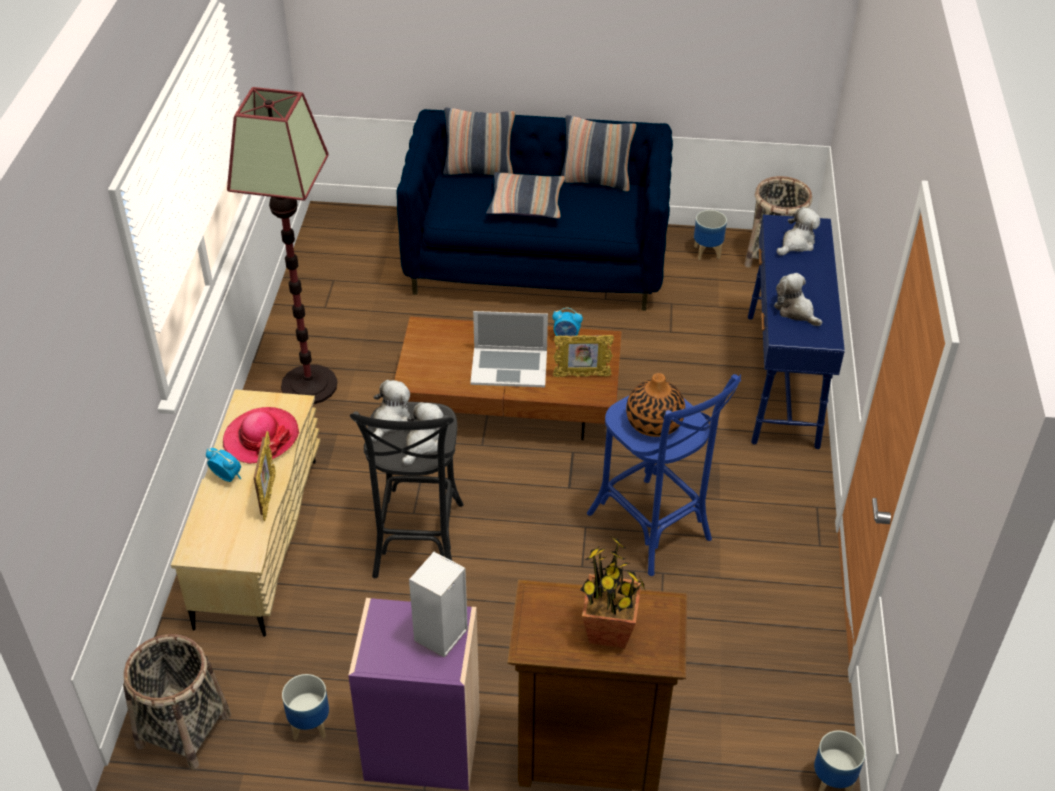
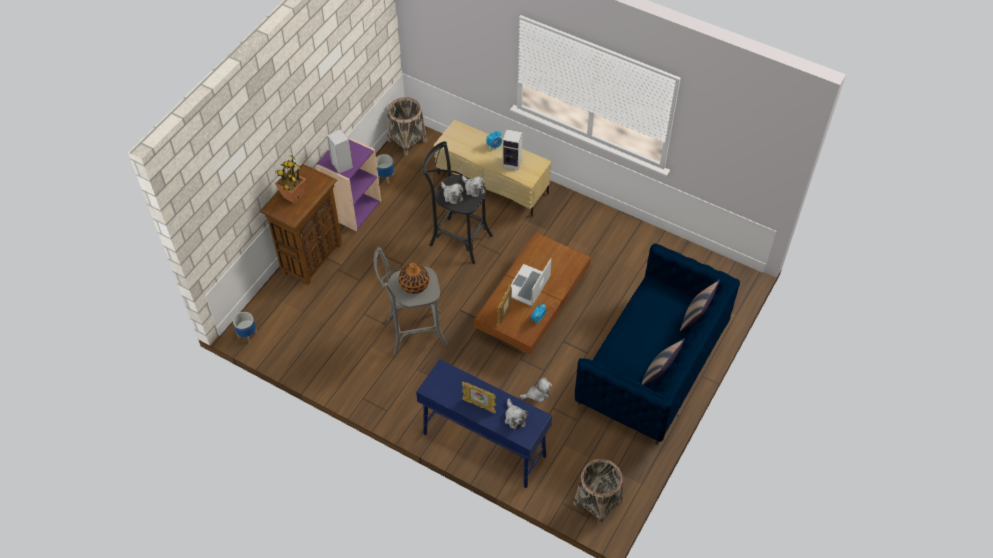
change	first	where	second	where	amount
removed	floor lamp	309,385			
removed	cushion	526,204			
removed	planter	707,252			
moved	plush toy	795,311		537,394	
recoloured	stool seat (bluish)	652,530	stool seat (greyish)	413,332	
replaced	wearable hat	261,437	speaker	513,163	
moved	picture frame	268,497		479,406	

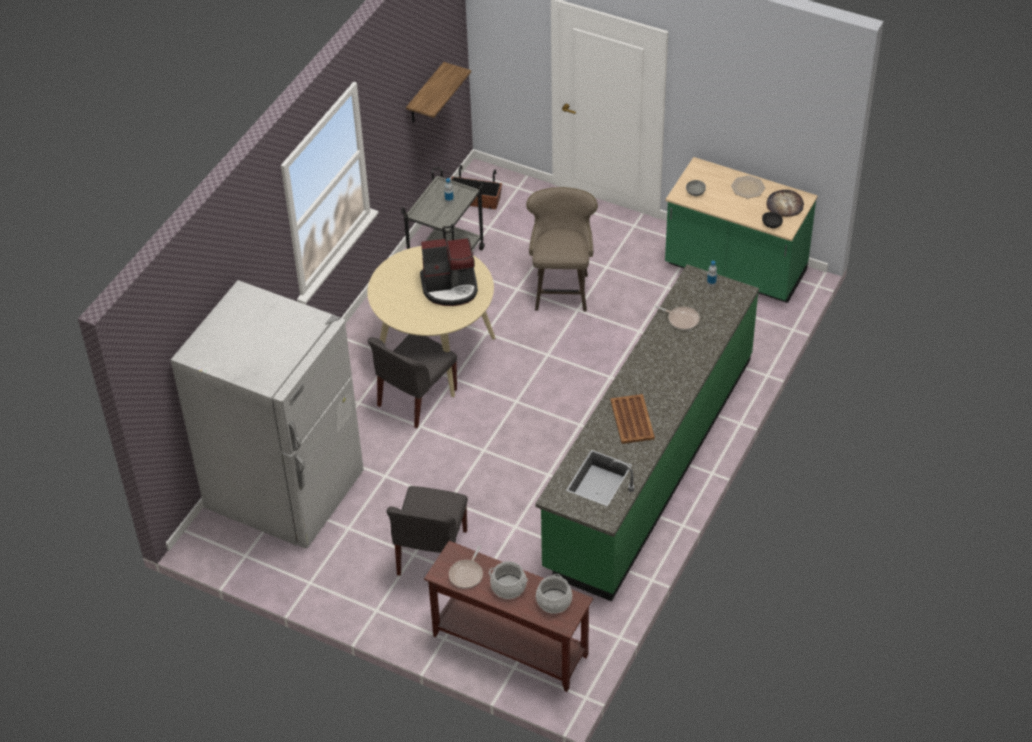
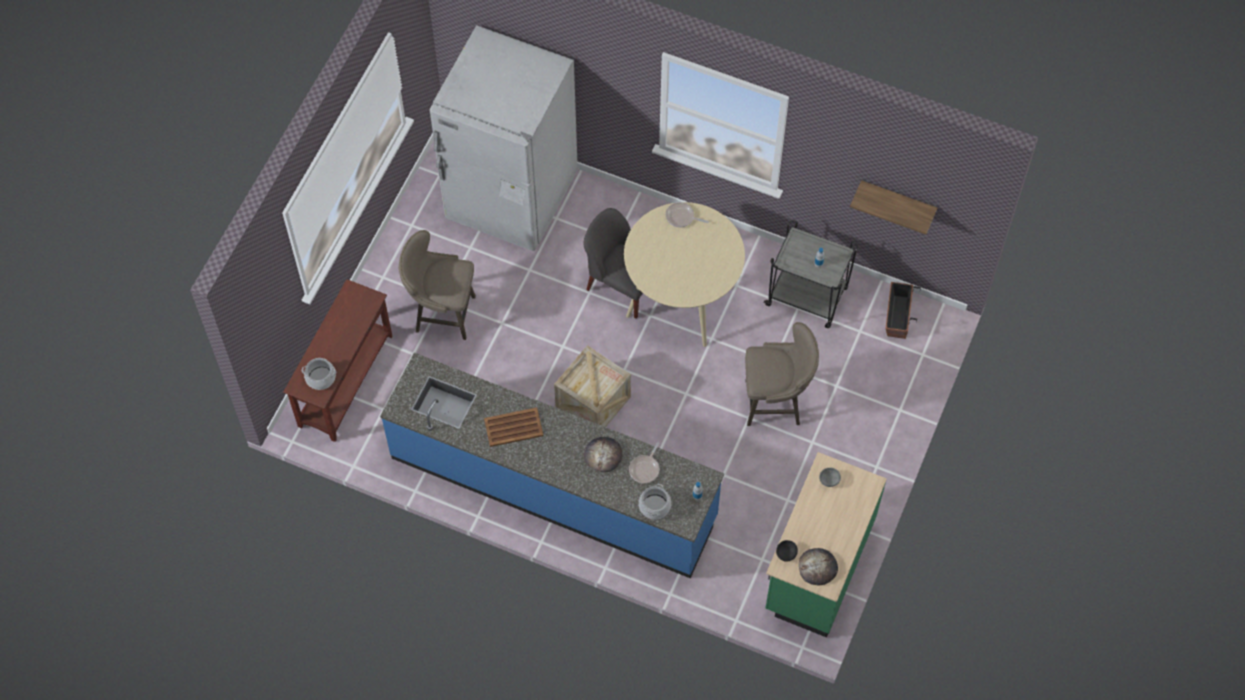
change	first	where	second	where	amount
removed	plate	748,188			
removed	coffee maker	450,287			
recoloured	kitchen counter (green-coloured)	649,461	kitchen counter (bluish)	554,486	
replaced	upright chair (greyish)	431,554	stool seat (beige)	442,313	
moved	pan	467,574		681,217	
moved	stockpot	508,586		655,506	
added			crate	593,402	
added			bread	603,455	

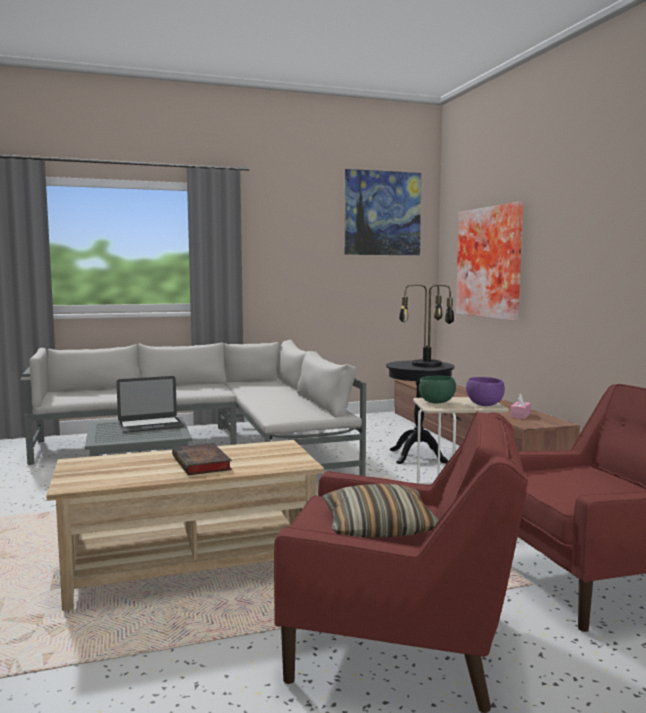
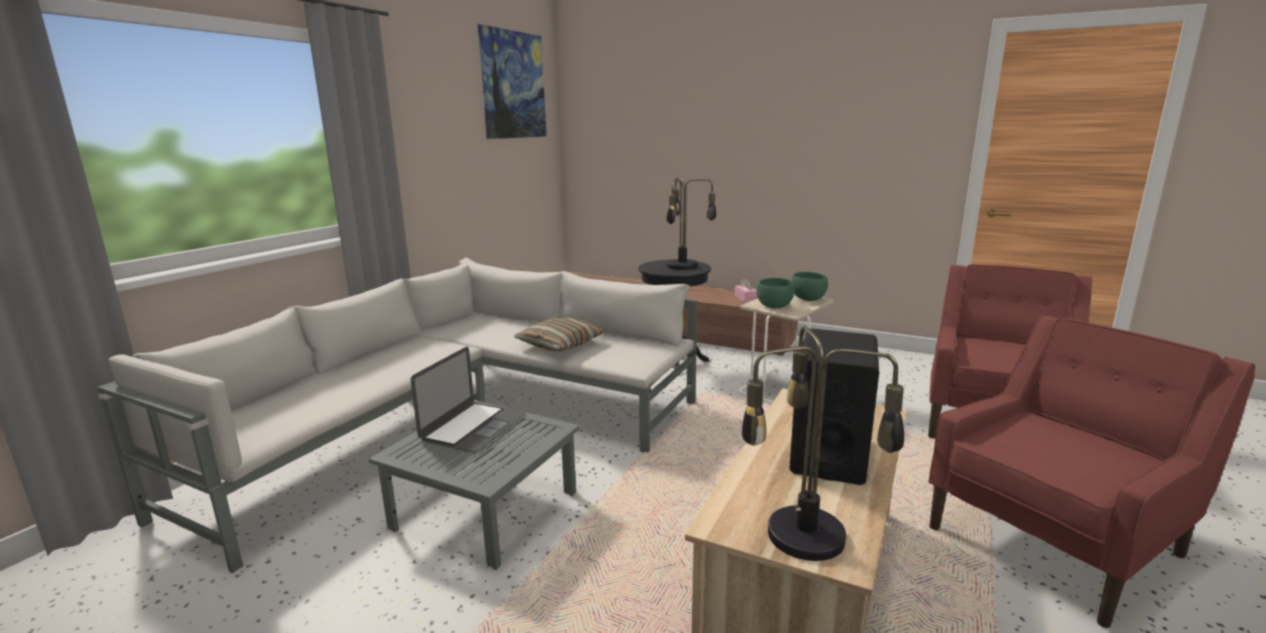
change	first	where	second	where	amount
removed	wall picture	491,262			
recoloured	serving bowl (purplish)	484,405	serving bowl (green-coloured)	808,299	
replaced	bound book	202,464	speaker (blackish)	829,455	
moved	cushion	378,527		560,344	
added			tabletop lamp	806,534	

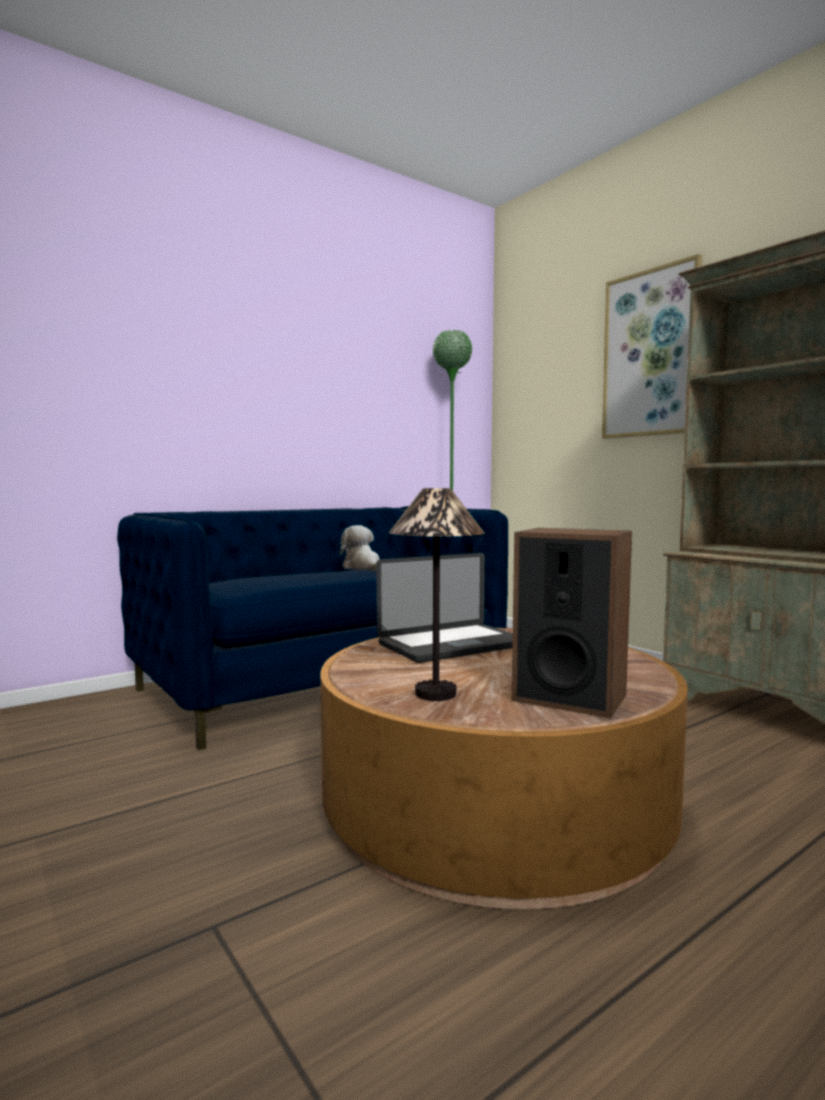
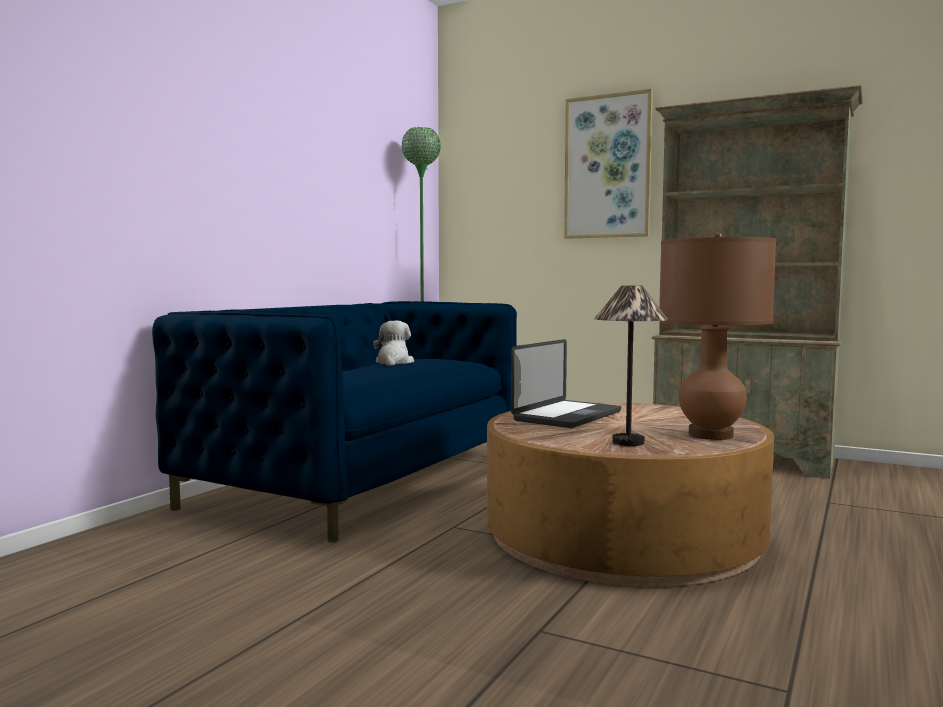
change	first	where	second	where	amount
turned	plush toy	363,568		393,362	60 degrees clockwise
replaced	speaker	569,697	tabletop lamp (brown)	711,435	

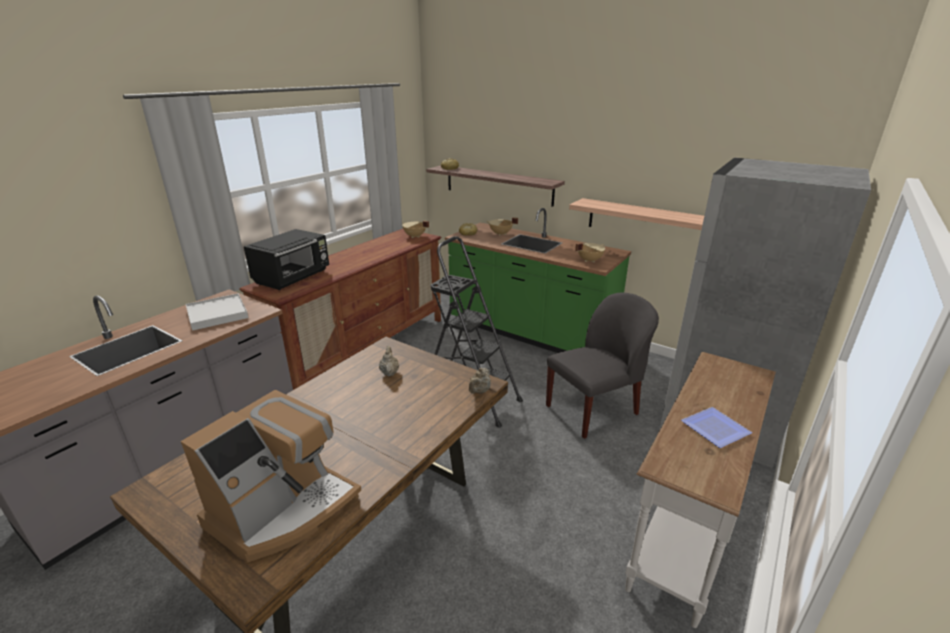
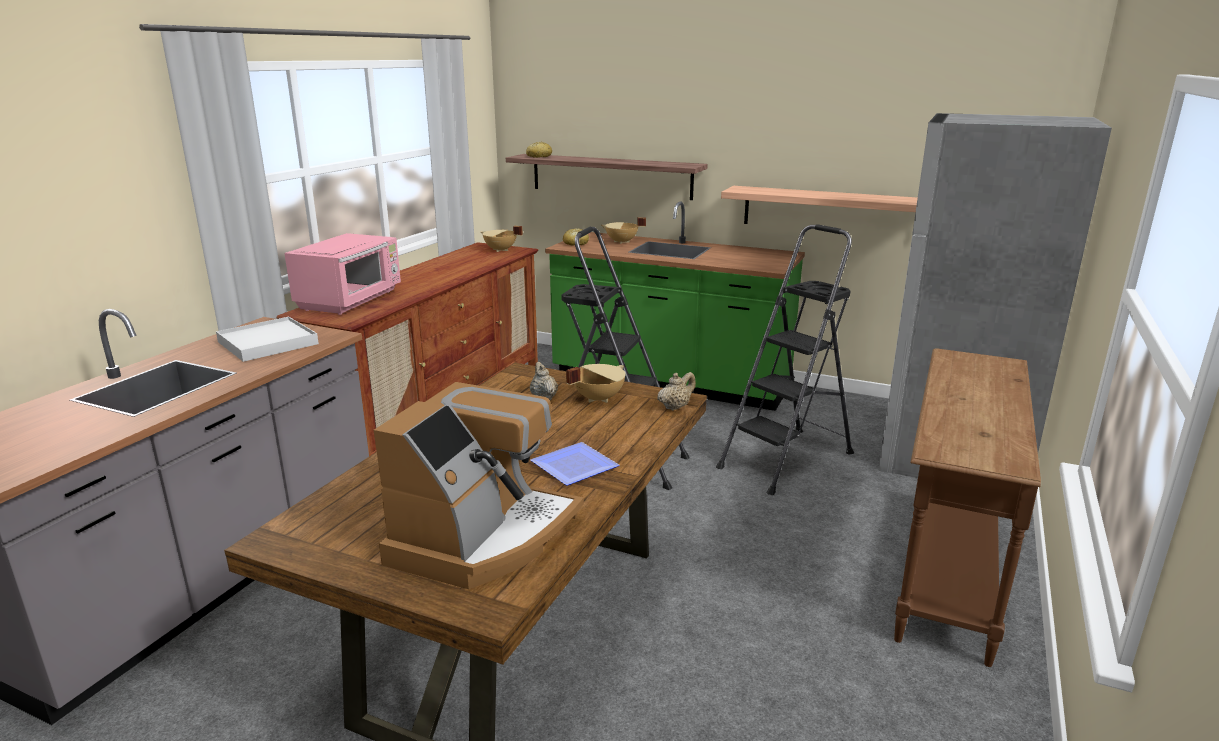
change	first	where	second	where	amount
recoloured	microwave oven (blackish)	293,277	microwave oven (pink-coloured)	351,300	
moved	stockpot (beige)	589,260		597,398	
replaced	upright chair (greyish)	593,409	step stool	787,459	
recoloured	narrow table (whitish)	685,527	narrow table (brown)	945,569	
turned	pot for tea (beige)	479,391		675,407	150 degrees counterclockwise
moved	plate	717,429		577,467	

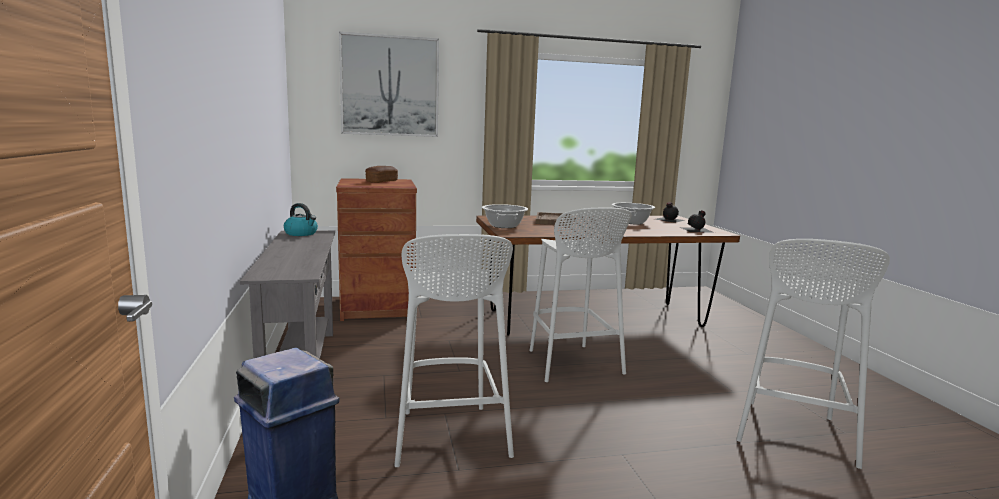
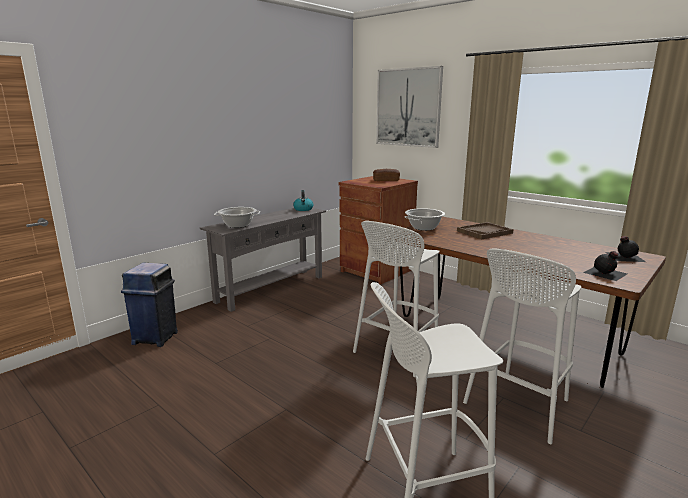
change	first	where	second	where	amount
moved	stockpot	631,222		238,225	
moved	stool seat (whitish)	449,436		519,405	

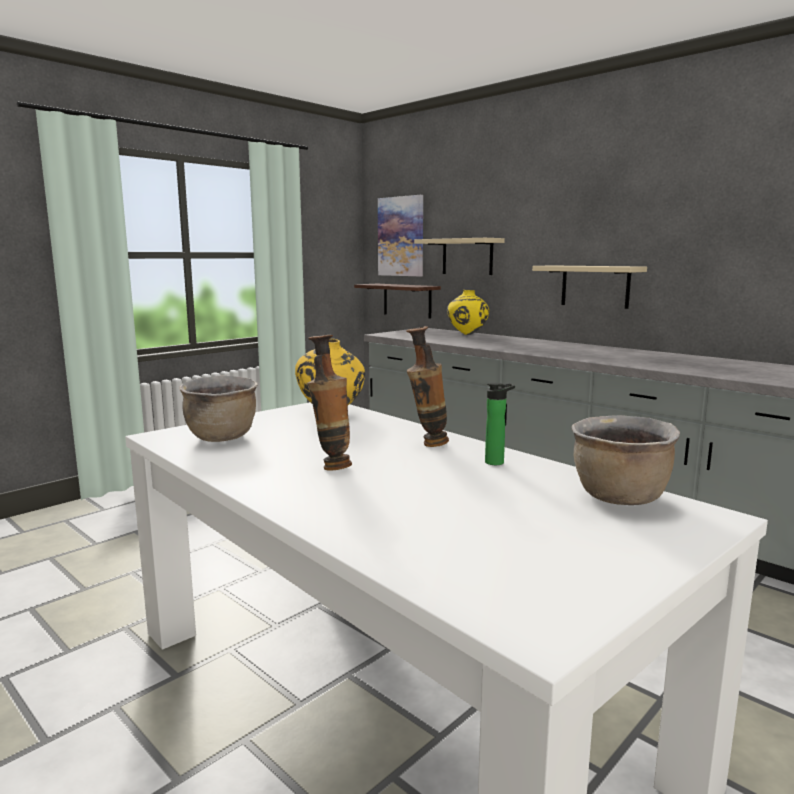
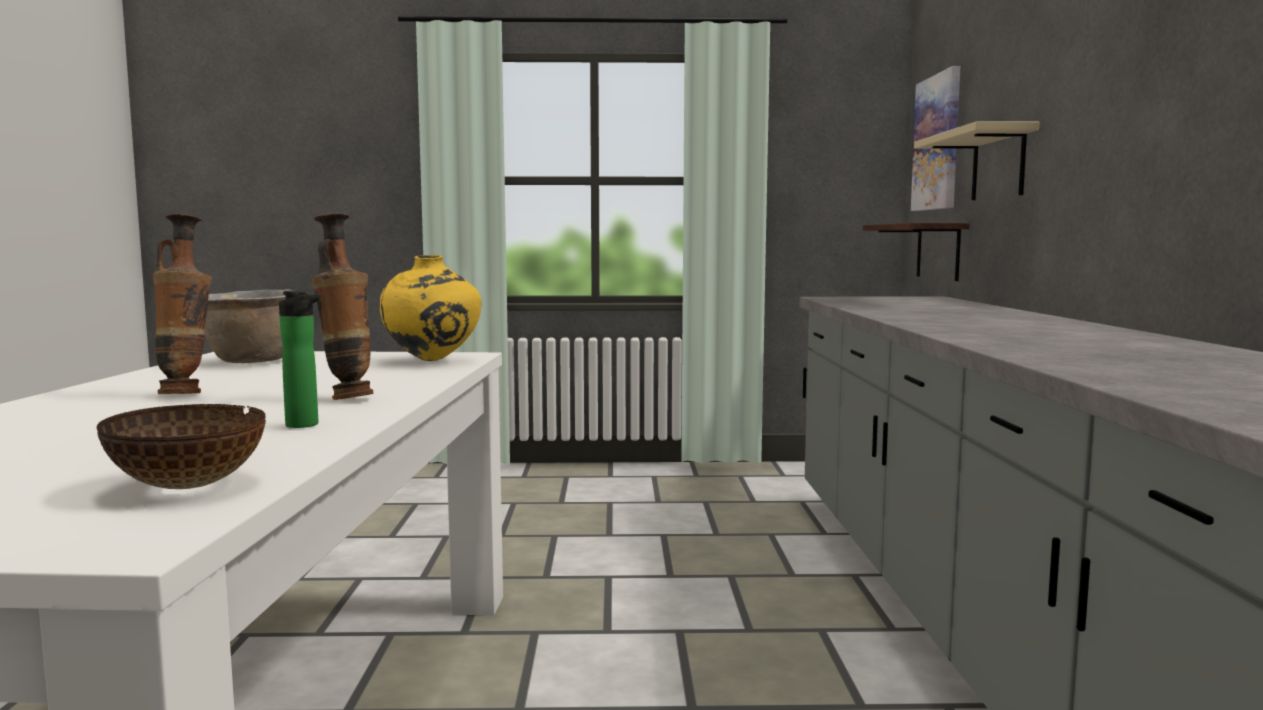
change	first	where	second	where	amount
removed	shelf (beige)	595,286			
removed	flower vase (yellow-coloured)	467,334			
replaced	stockpot (brown)	619,498	serving bowl	188,487	

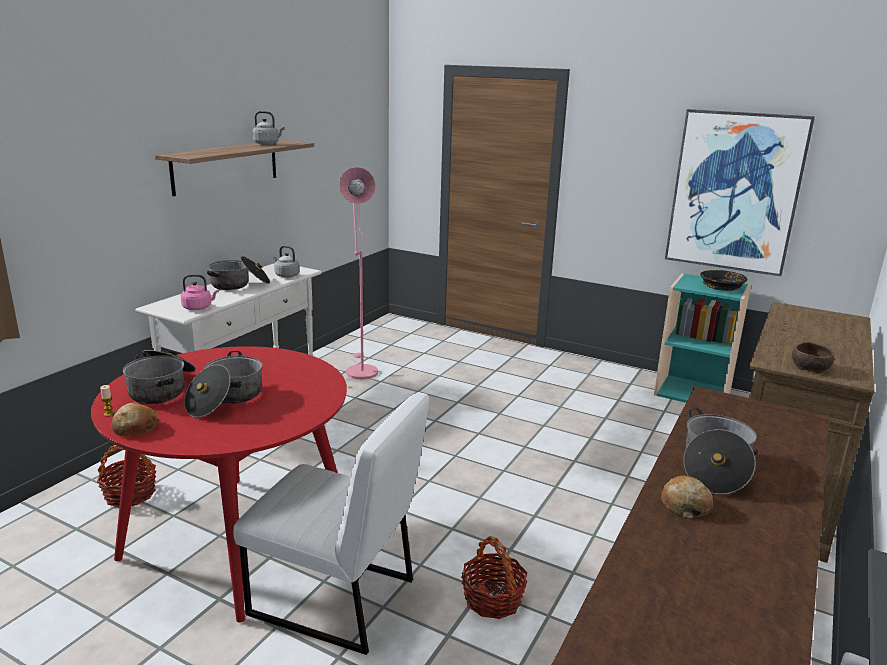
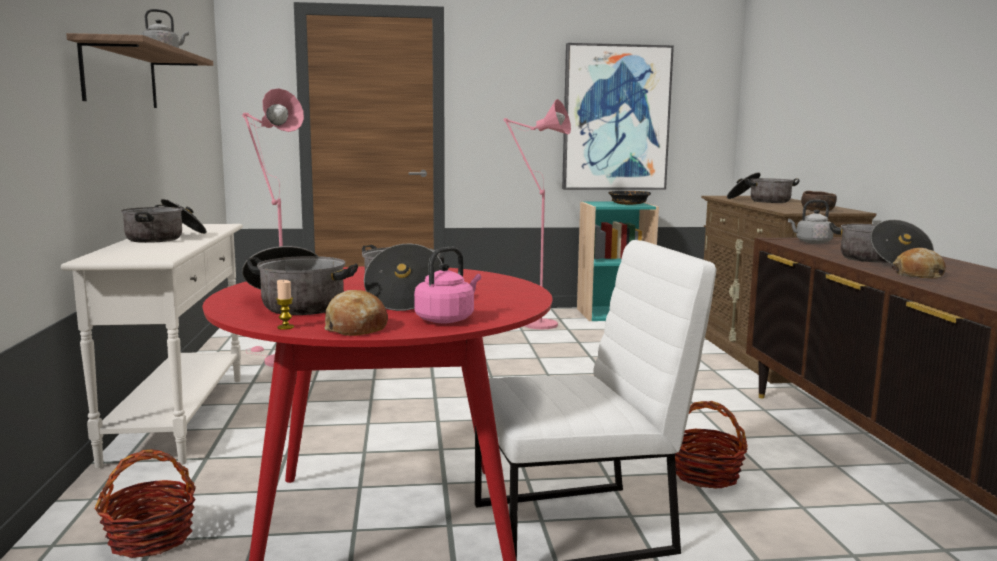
change	first	where	second	where	amount
moved	water kettle (greyish)	286,275		811,242	
moved	water kettle (pink-coloured)	199,308		447,319	
added			floor lamp (pink-coloured)	533,324	
added			stockpot	760,201	

